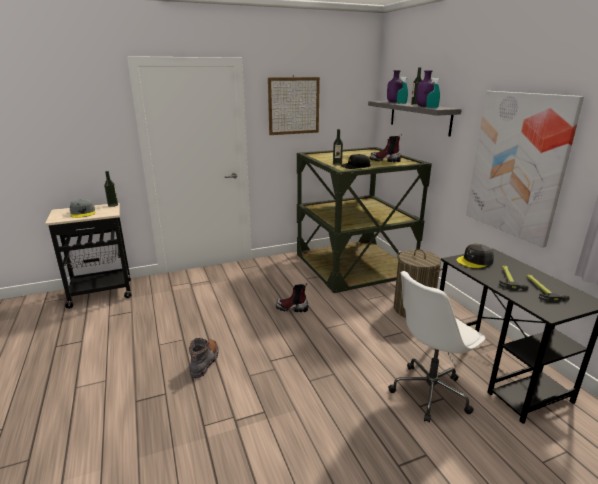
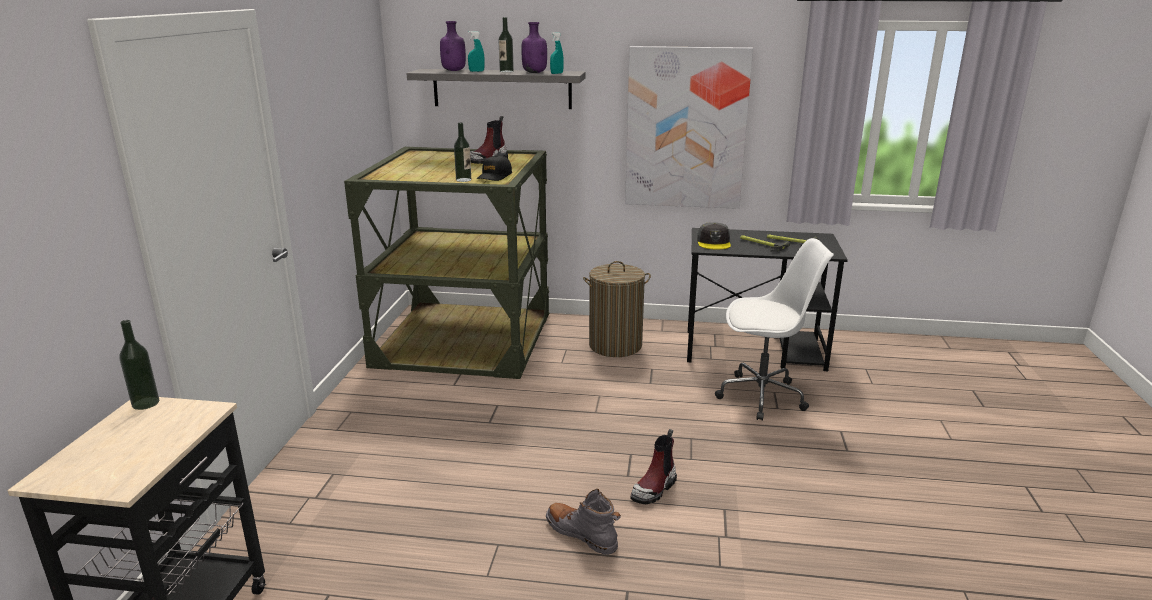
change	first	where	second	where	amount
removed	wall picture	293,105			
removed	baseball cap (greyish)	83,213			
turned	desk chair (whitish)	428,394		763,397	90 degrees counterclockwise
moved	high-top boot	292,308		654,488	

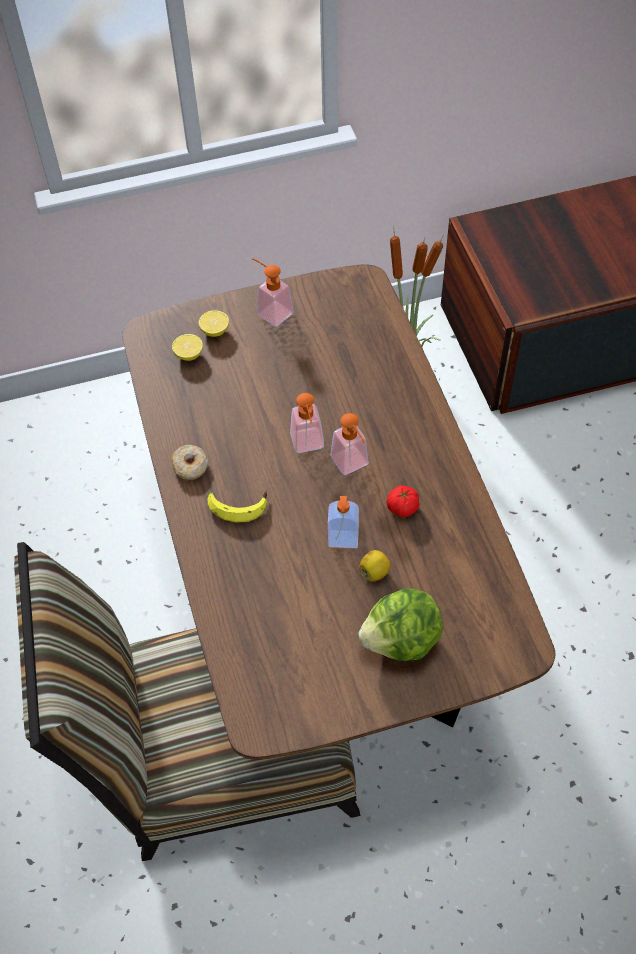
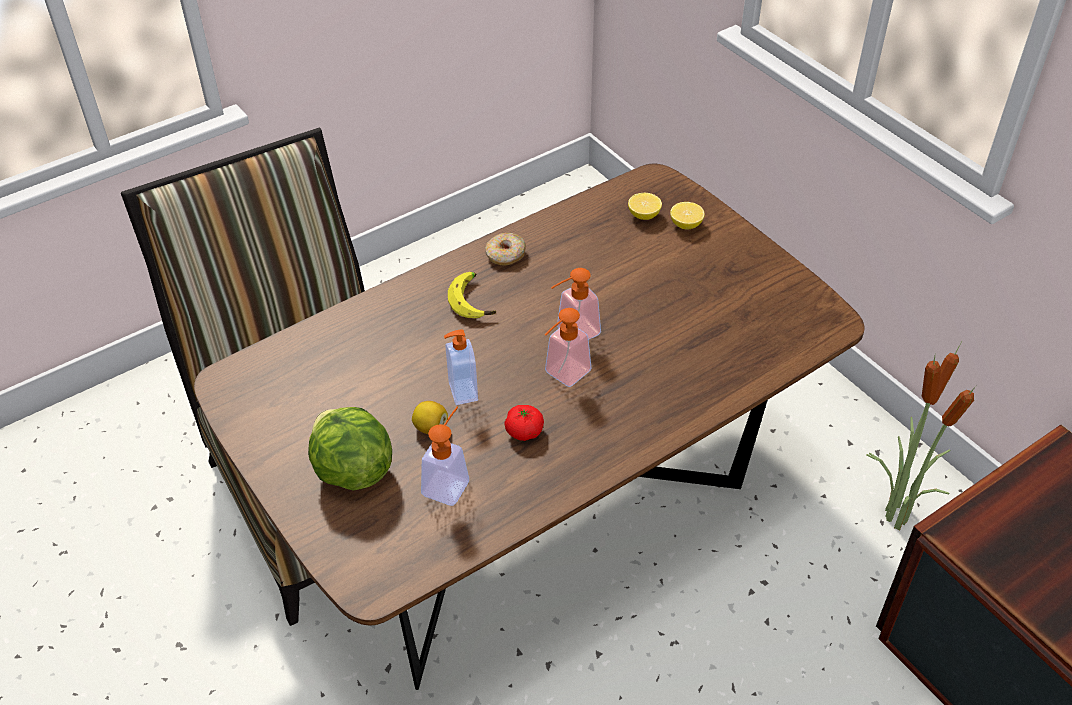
change	first	where	second	where	amount
moved	soap bottle	271,311		449,482	

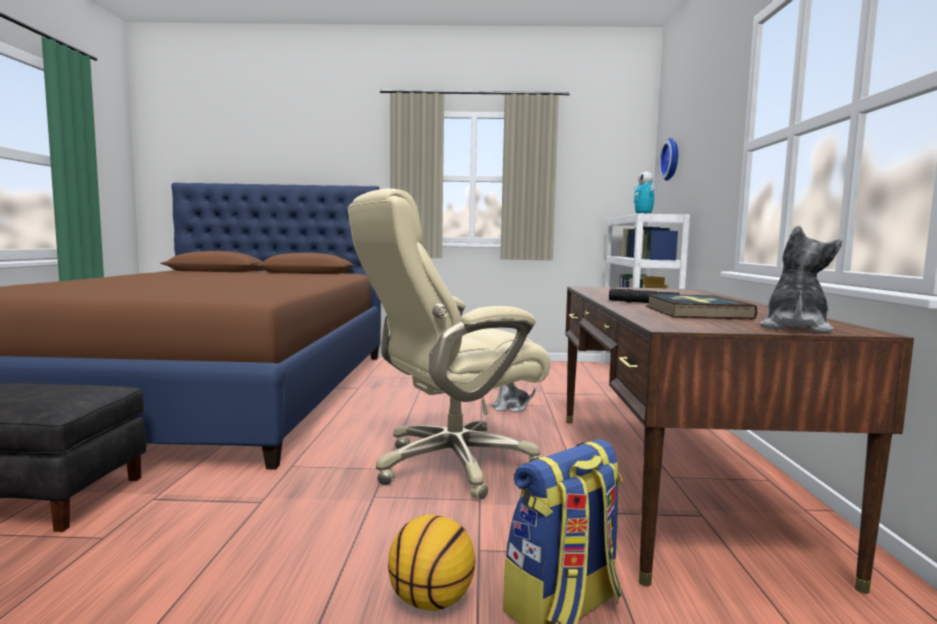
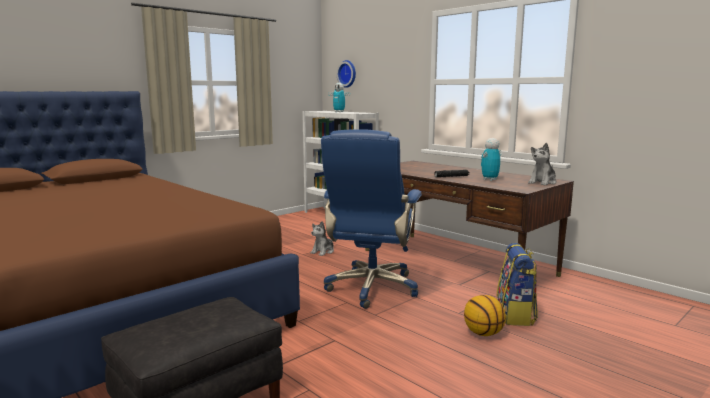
change	first	where	second	where	amount
recoloured	desk chair (beige)	448,466	desk chair (bluish)	370,290	
turned	plush toy	794,328		542,182	120 degrees counterclockwise
replaced	bound book	695,312	toy robot	490,179	

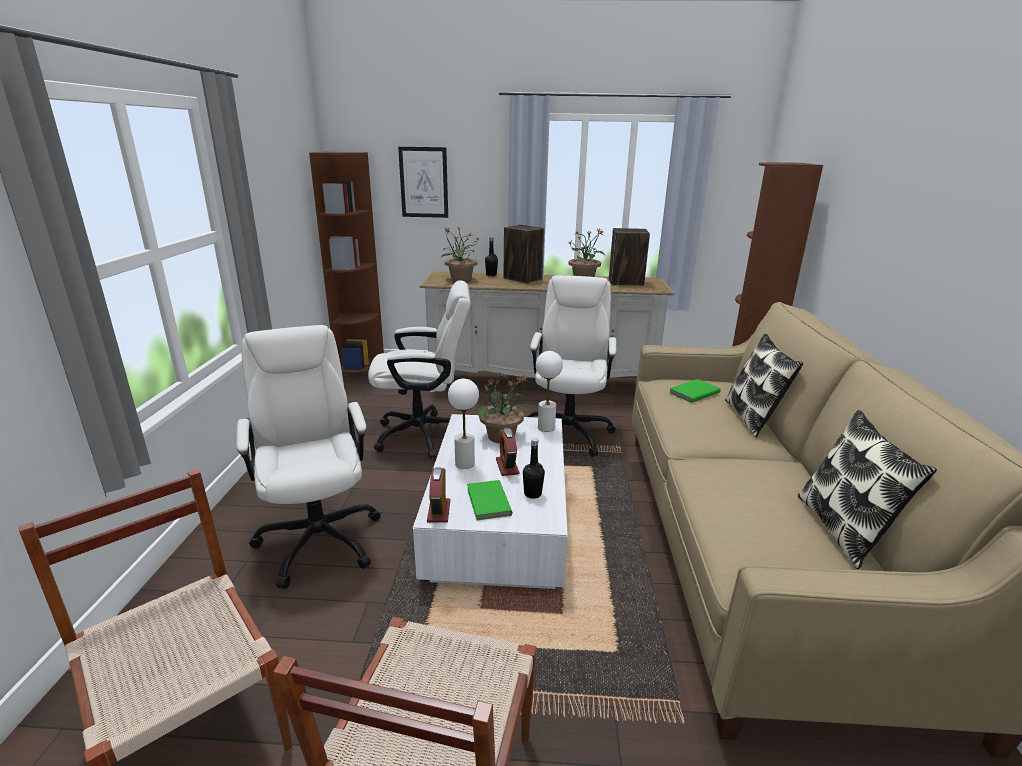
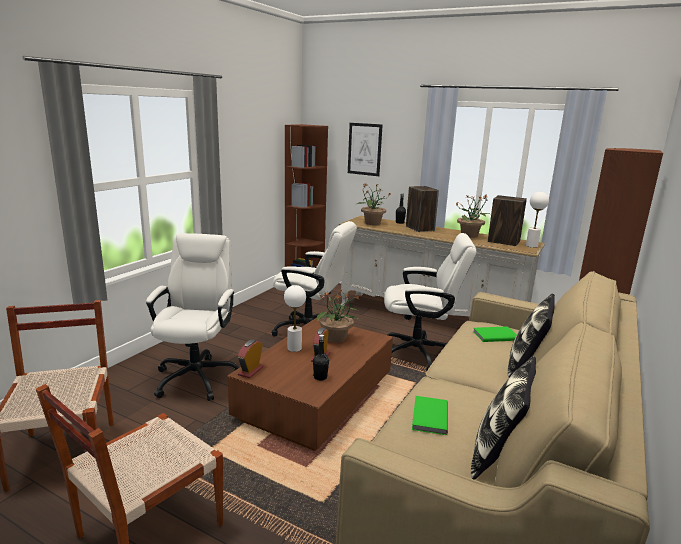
change	first	where	second	where	amount
turned	desk chair (whitish)	568,432		419,355	60 degrees clockwise
moved	tabletop lamp (whitish)	546,428		531,246	
recoloured	lounge table (whitish)	499,519	lounge table (brown)	316,398	
moved	bound book (green-coloured)	487,502		428,417	

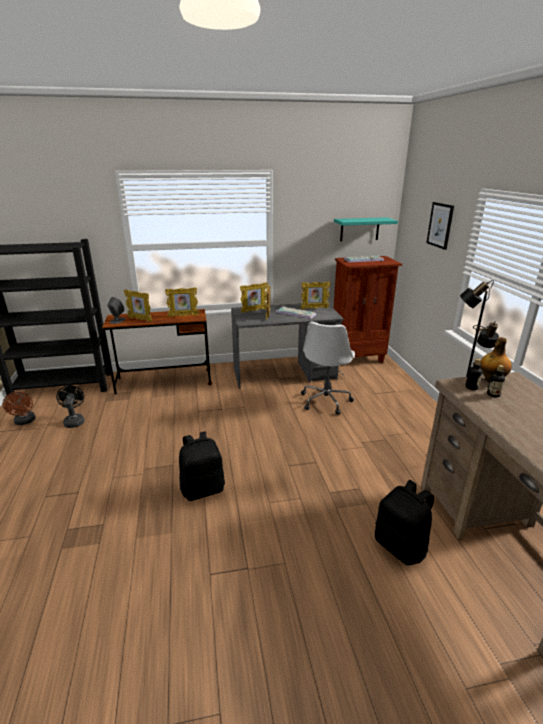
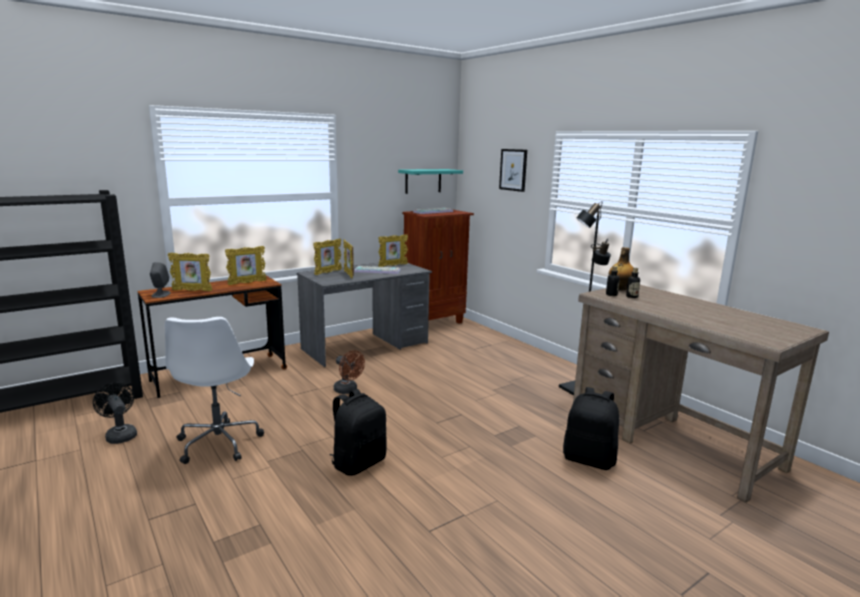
change	first	where	second	where	amount
moved	desk chair (whitish)	325,402		218,445	
moved	cooling fan (brown)	25,422		348,390	

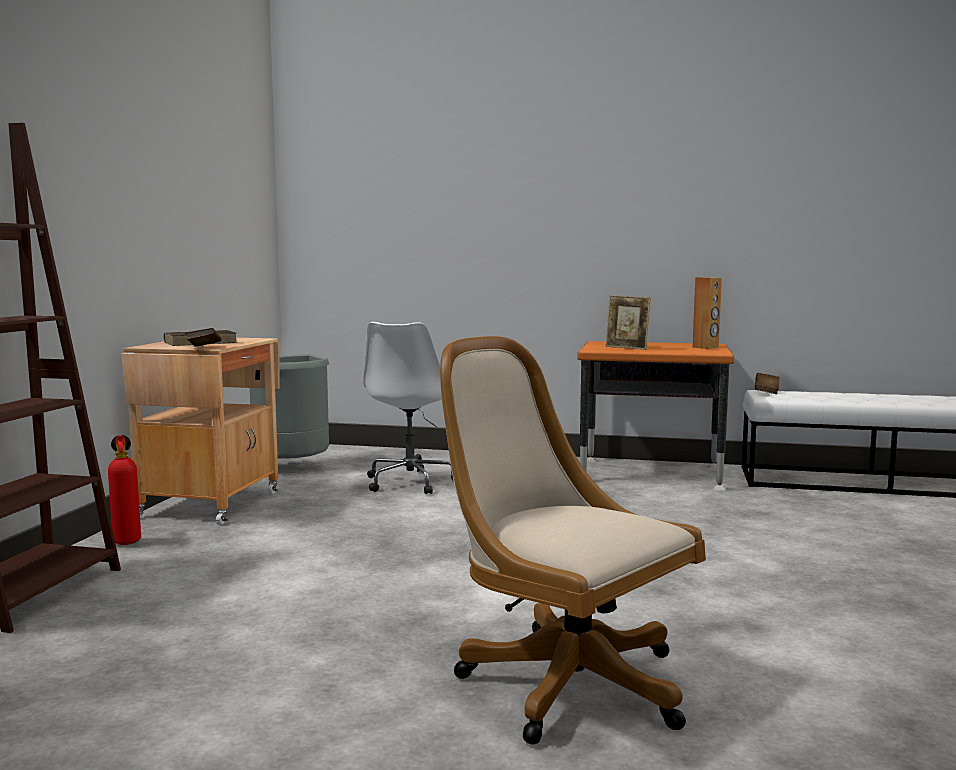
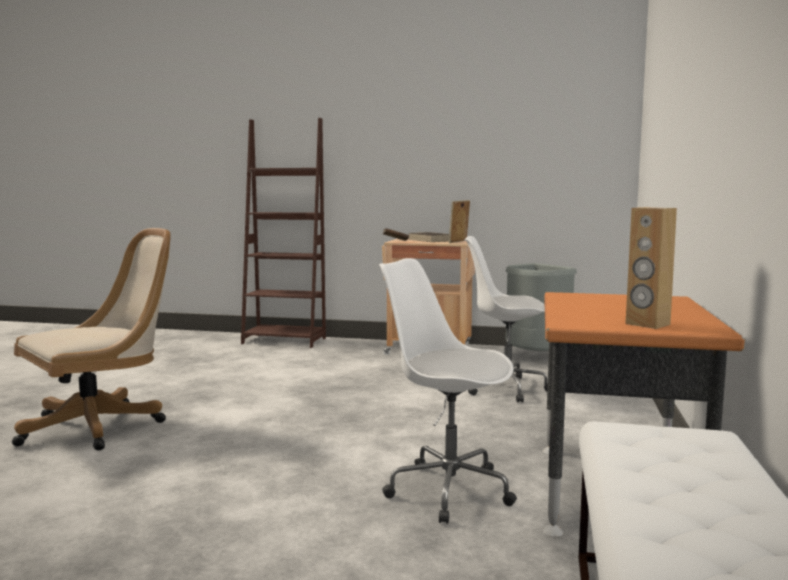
change	first	where	second	where	amount
moved	picture frame	627,348		459,242	
removed	bound book (brown)	766,391			
removed	fire extinguisher	127,541			
added			desk chair (whitish)	446,490	

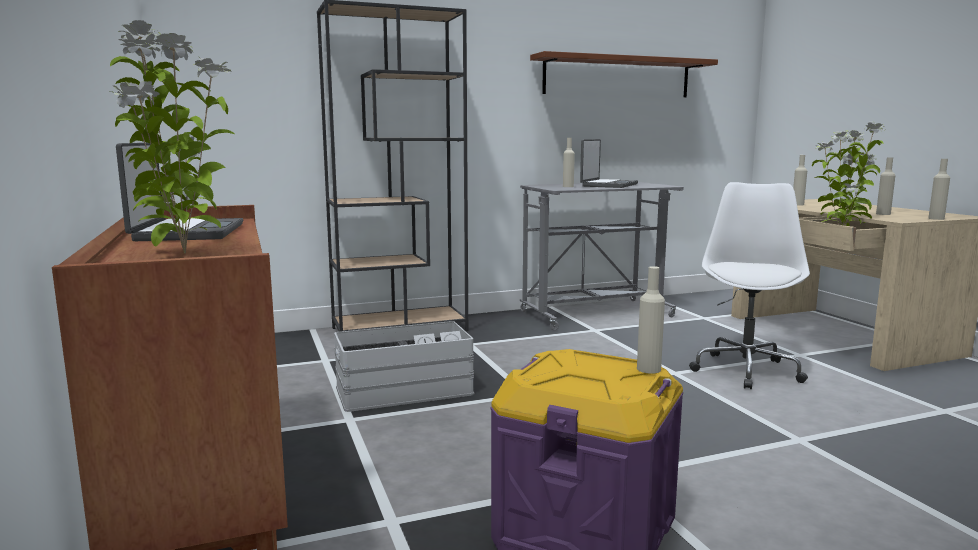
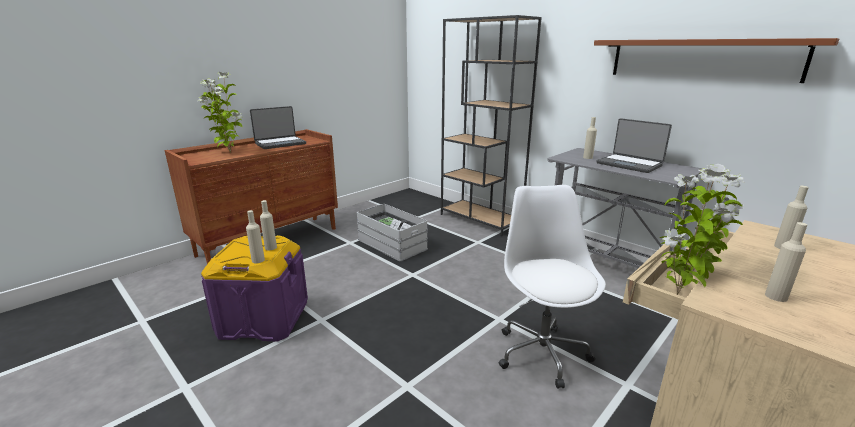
change	first	where	second	where	amount
turned	laptop	608,185		629,164	45 degrees clockwise
moved	drink bottle (beige)	936,218		270,247	
turned	desk chair (whitish)	745,370		541,352	90 degrees counterclockwise

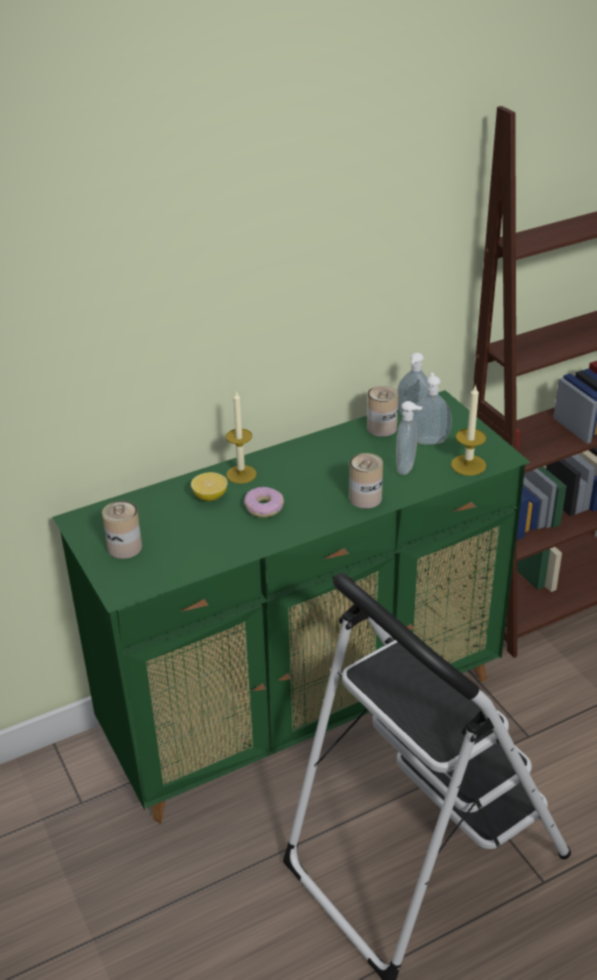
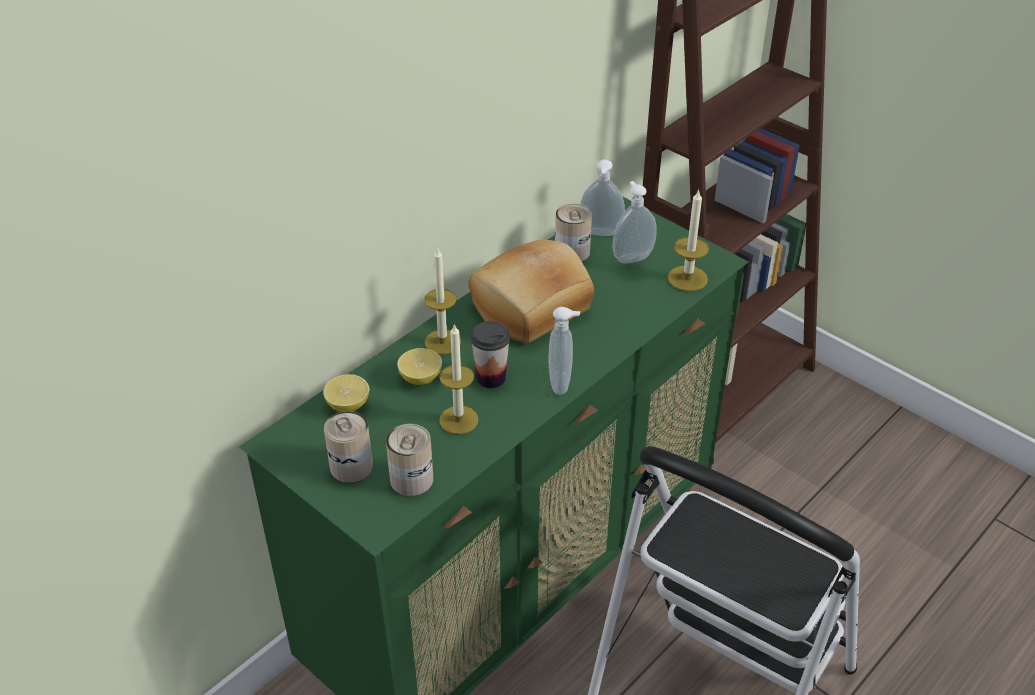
change	first	where	second	where	amount
moved	soap bottle	407,468		562,383	
moved	can	365,498		411,479	
replaced	ring doughnut	264,507	cup	491,378	
added			bread	532,309	
added			candle	458,420	
added			whole lemon	348,405	

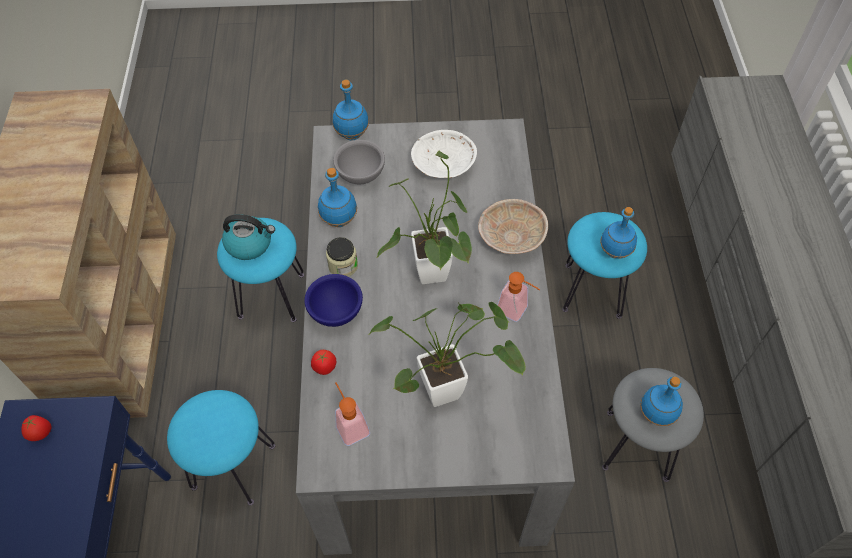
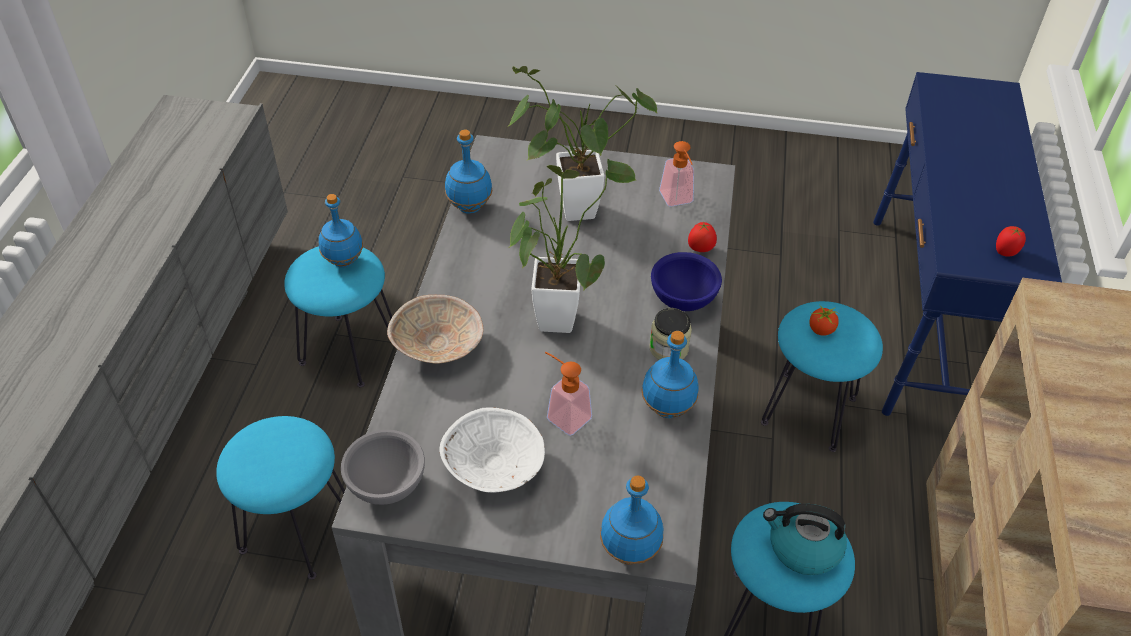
change	first	where	second	where	amount
moved	serving bowl (greyish)	360,174		387,486	
moved	drink bottle (bluish)	615,252		469,207	
moved	soap bottle	517,311		563,415	
recoloured	stool seat (greyish)	637,445	stool seat (turquoise)	349,350	
added			whole tomato	821,330	

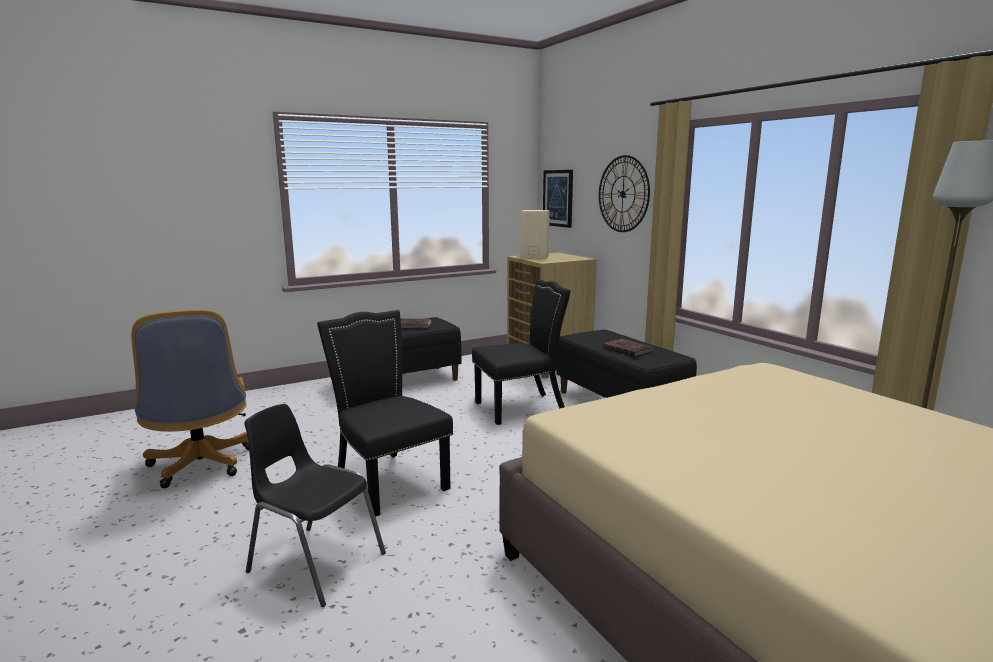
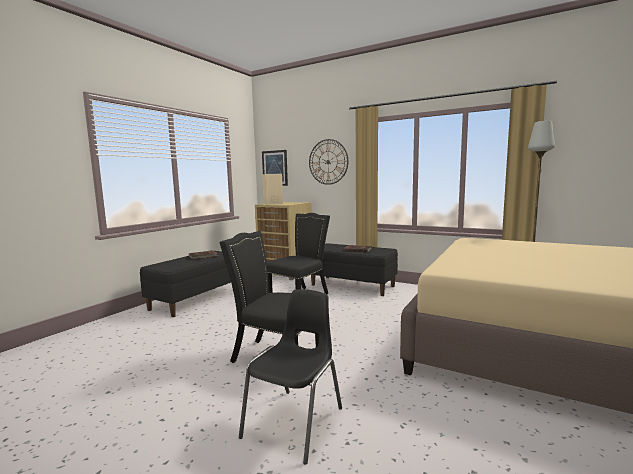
change	first	where	second	where	amount
removed	desk chair (bluish)	201,468			
turned	upright chair (blackish)	315,562		295,422	120 degrees clockwise

